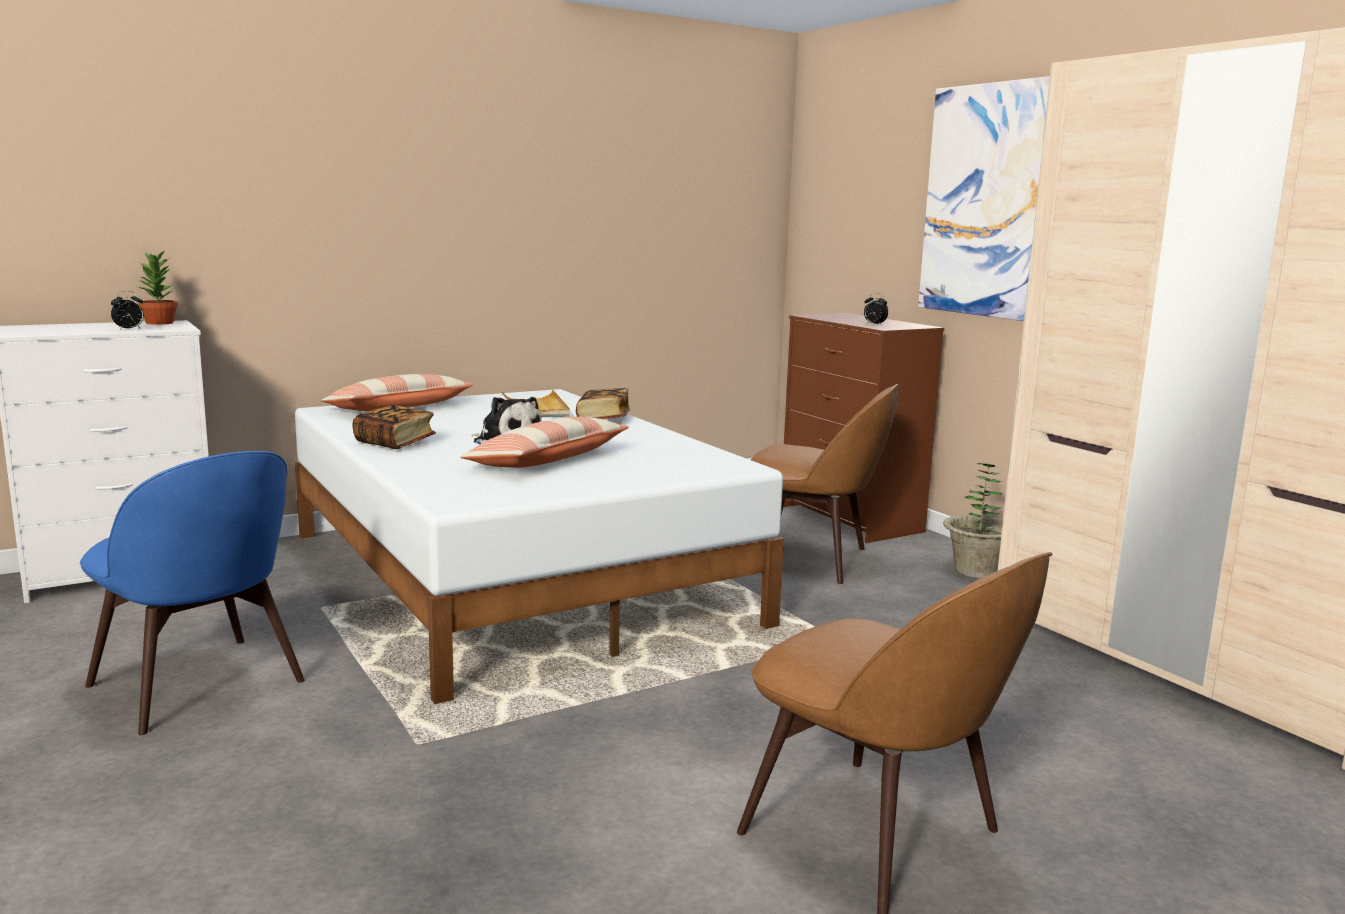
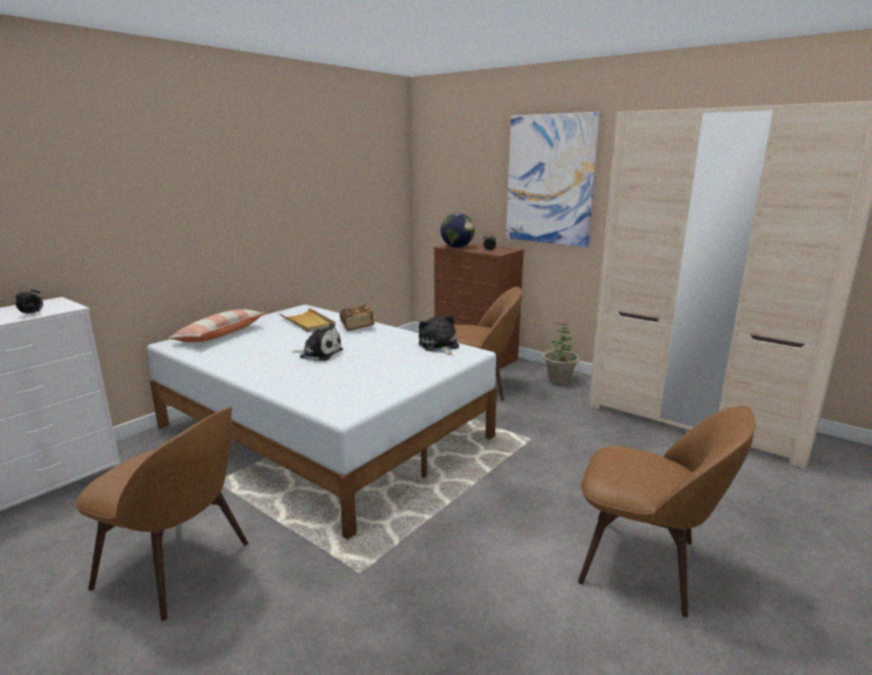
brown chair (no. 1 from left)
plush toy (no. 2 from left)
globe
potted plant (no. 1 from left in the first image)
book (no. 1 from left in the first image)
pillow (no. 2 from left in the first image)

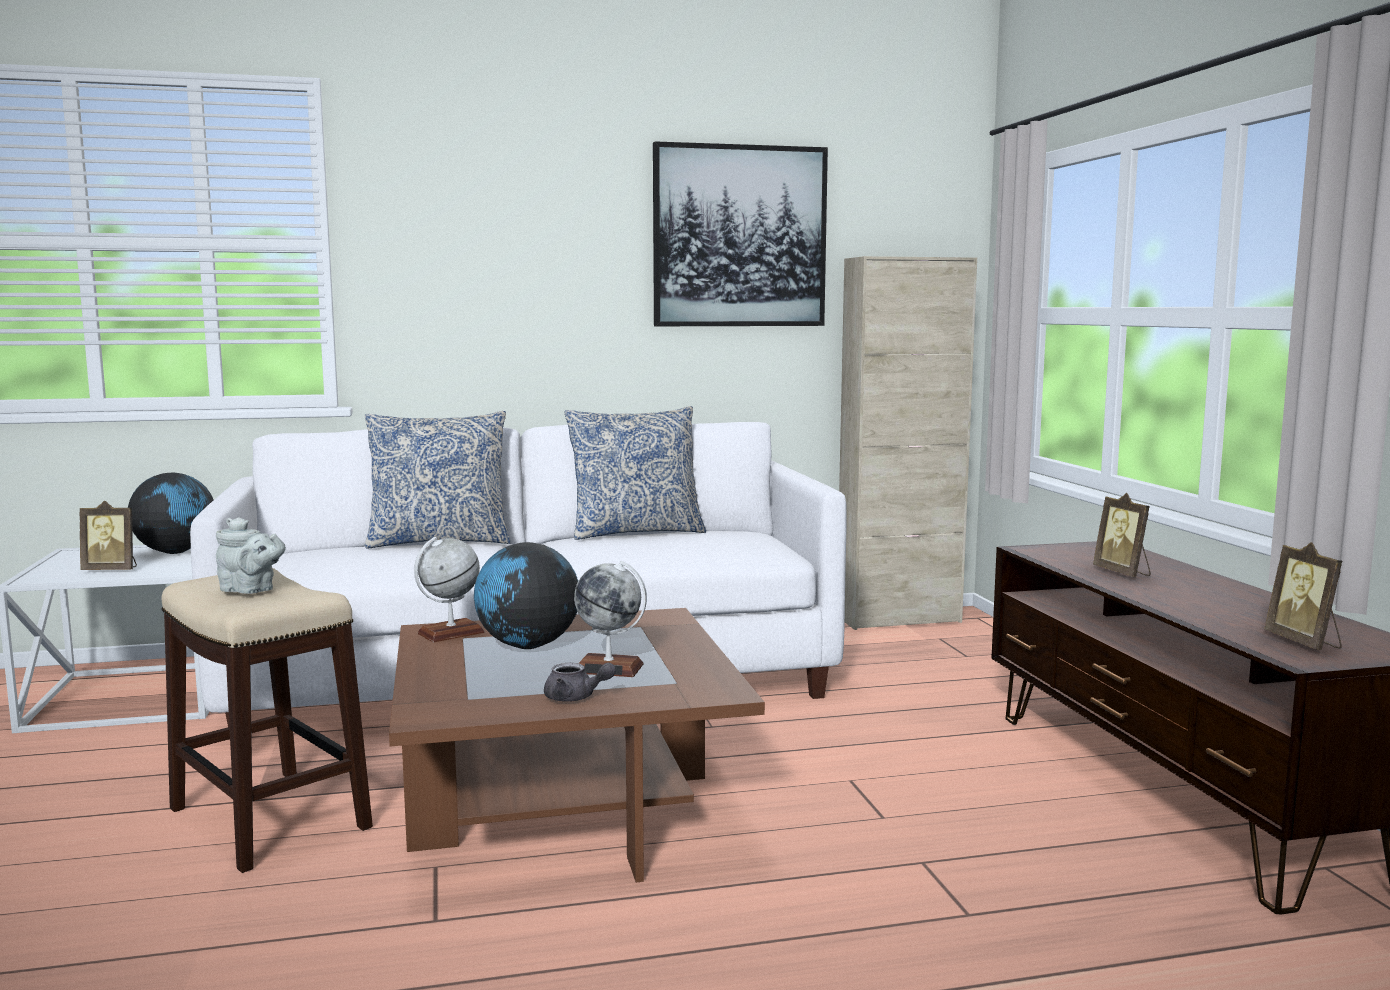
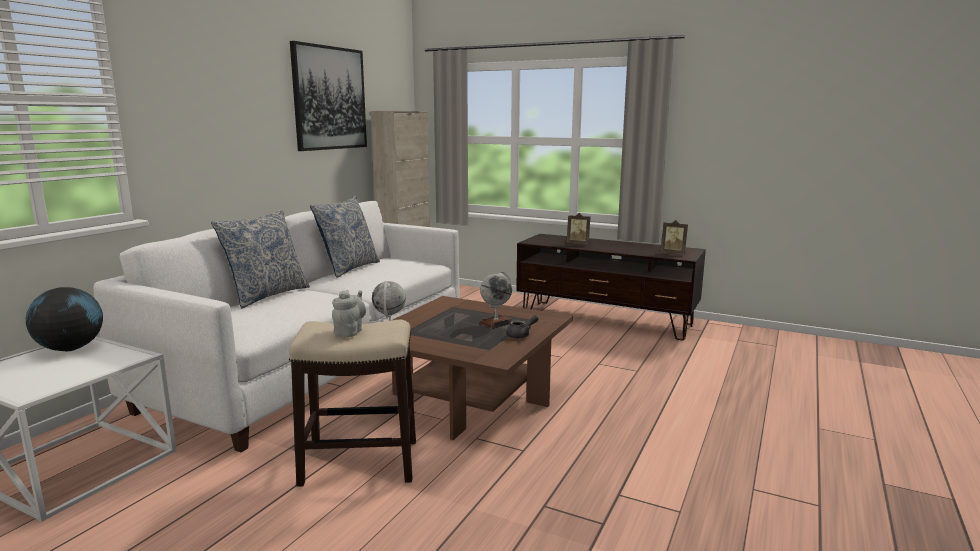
grey teapot (no. 1 from left)
picture frame (no. 1 from left in the first image)
globe (no. 3 from left in the first image)

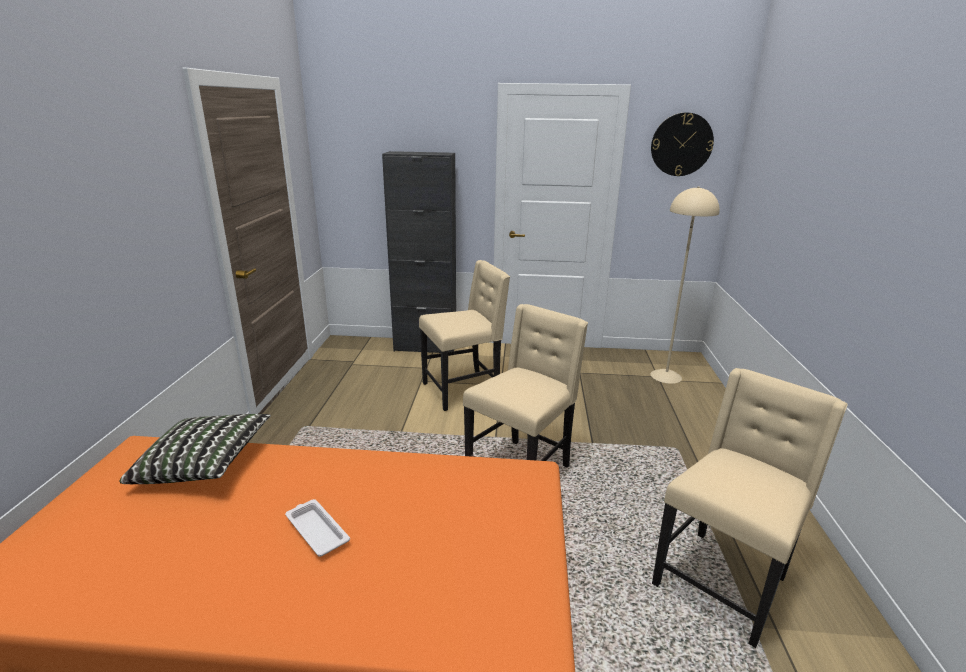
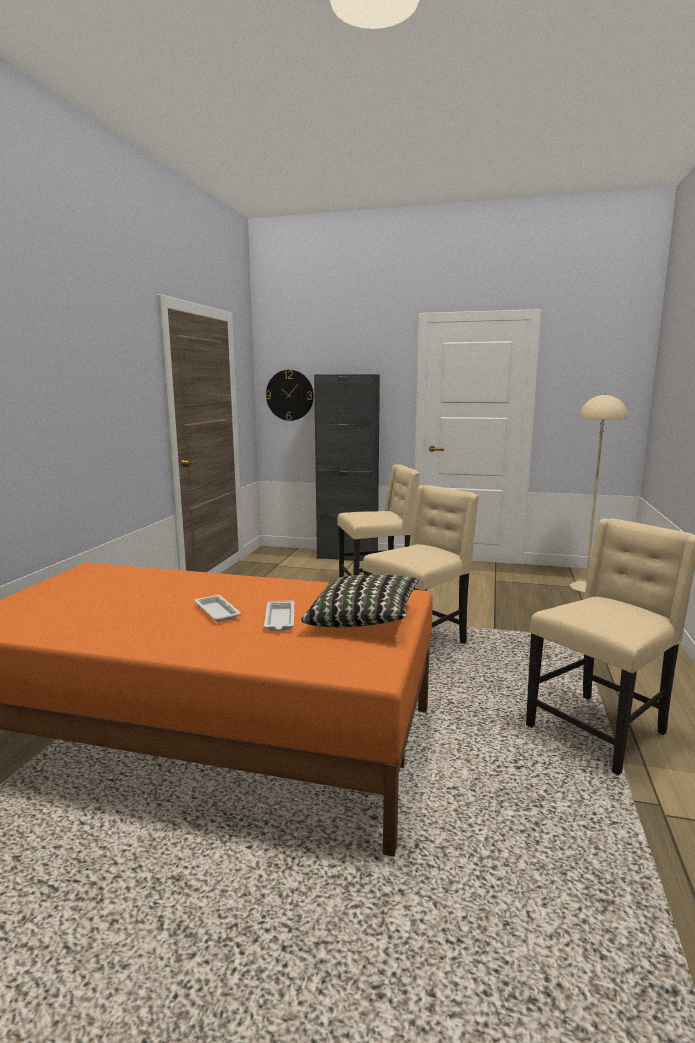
white tray (no. 2 from left)
wall clock
pillow

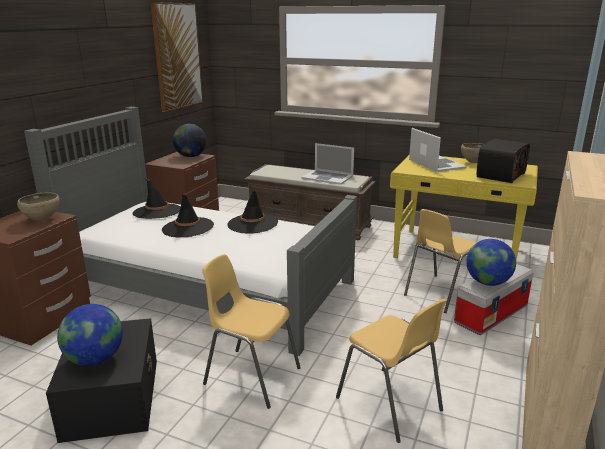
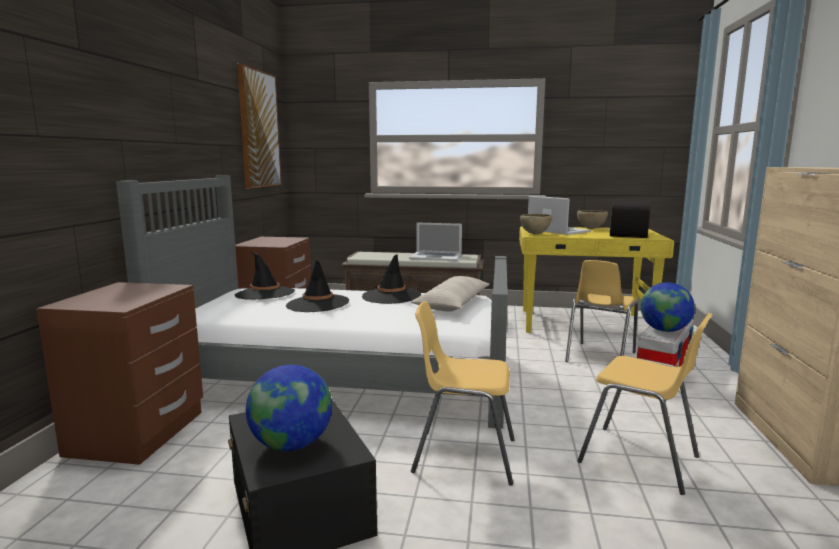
beige pillow
brown bowl (no. 1 from left)
globe (no. 2 from left in the first image)

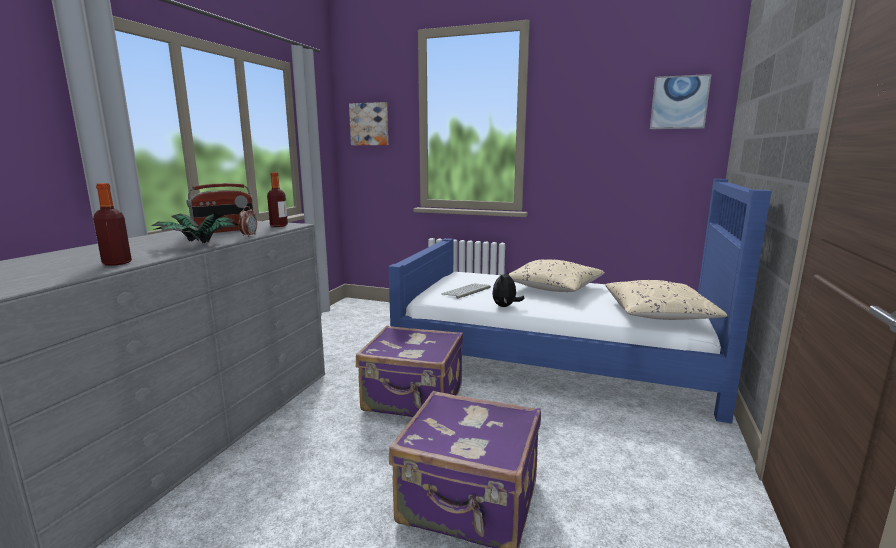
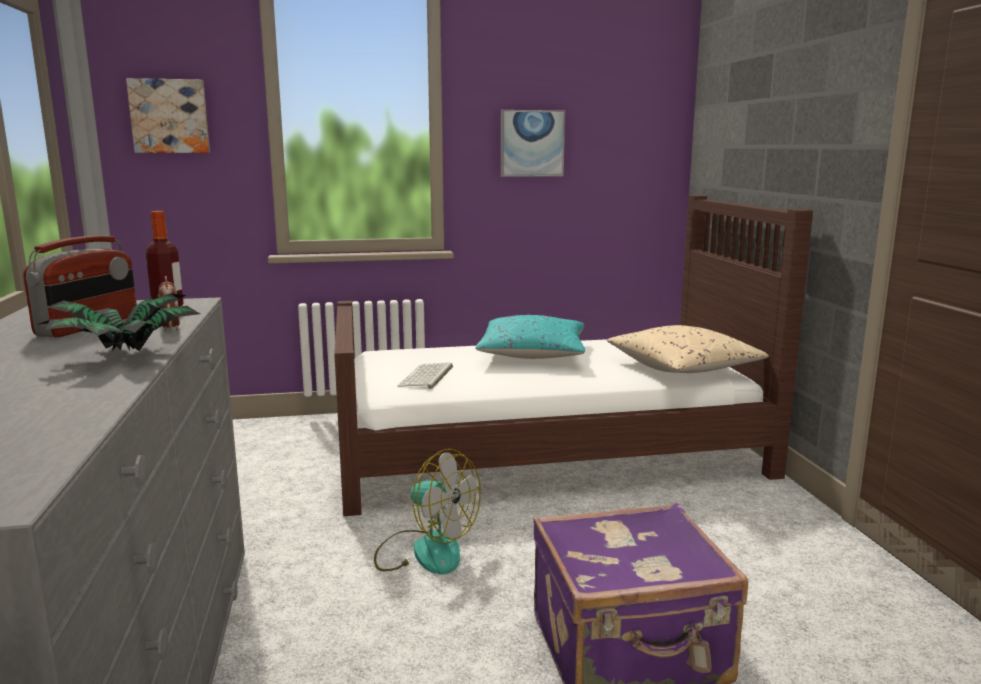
brown bed
fan
turquoise pillow
picture (no. 2 from left)
bottle (no. 1 from left in the first image)
plush toy

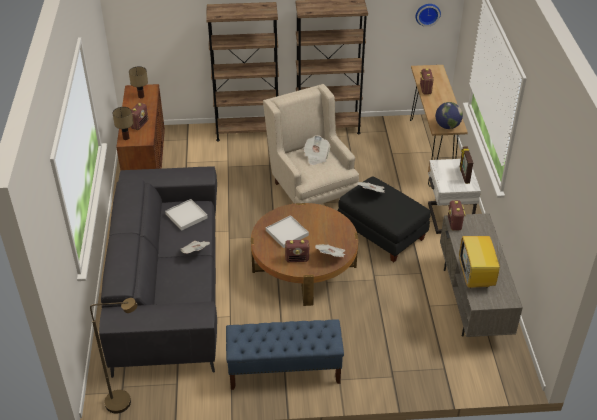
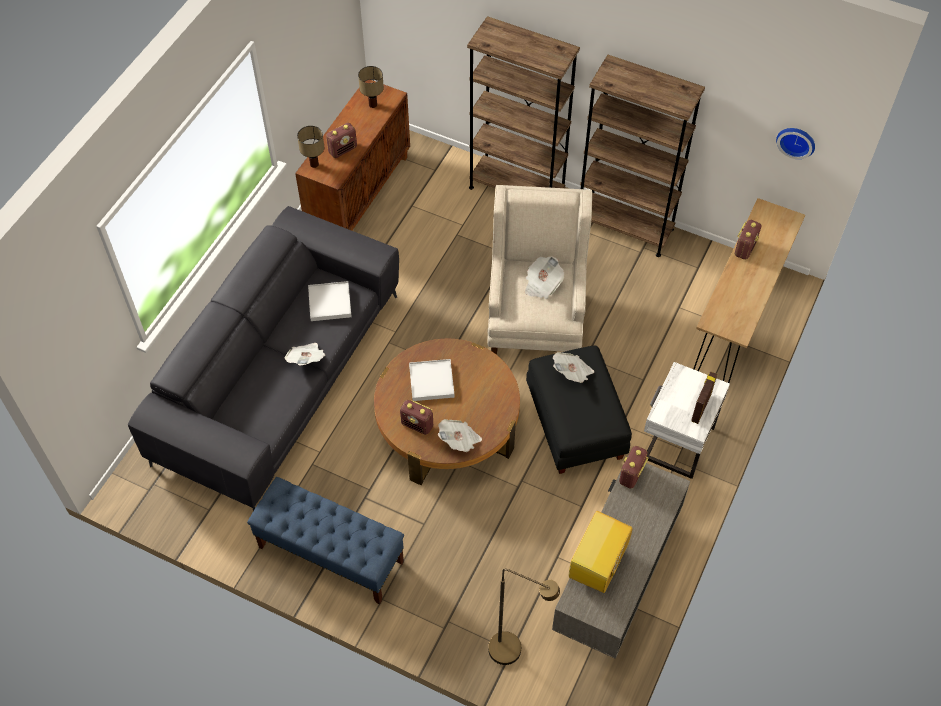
brown floor lamp
globe

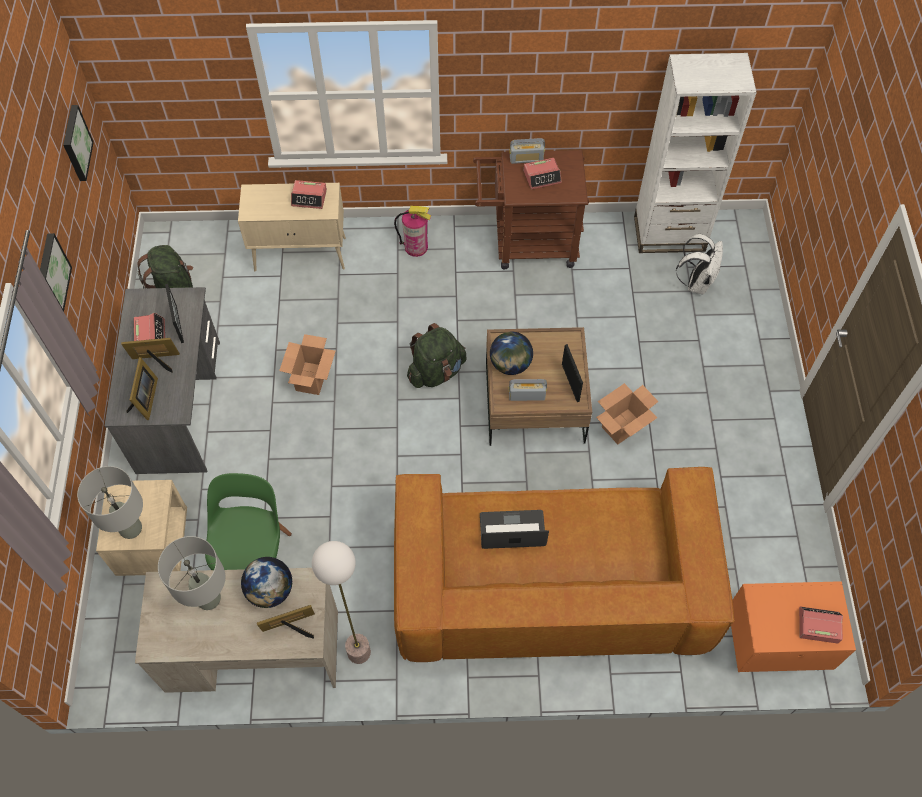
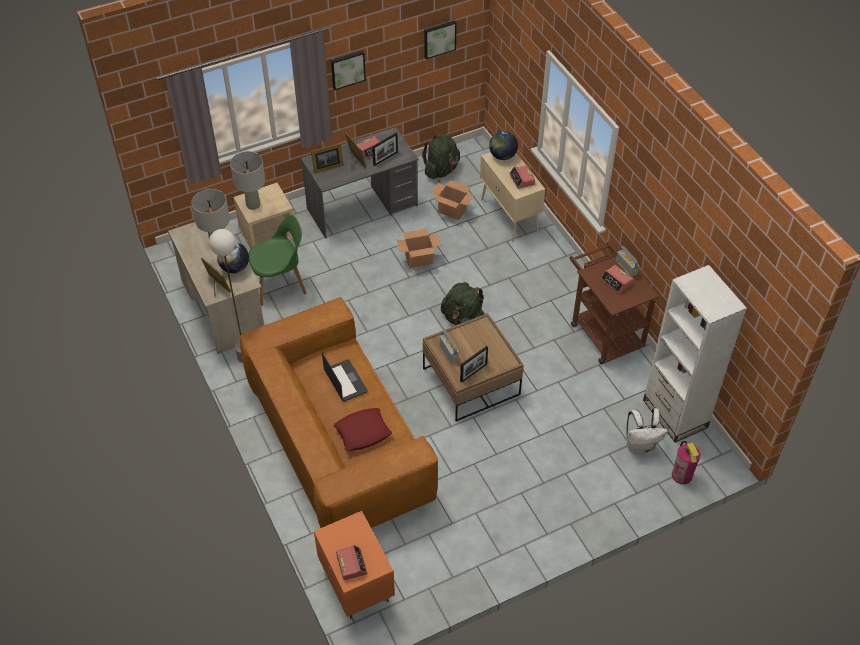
red pillow
cardboard box (no. 2 from left)
globe (no. 2 from left)
fire extinguisher

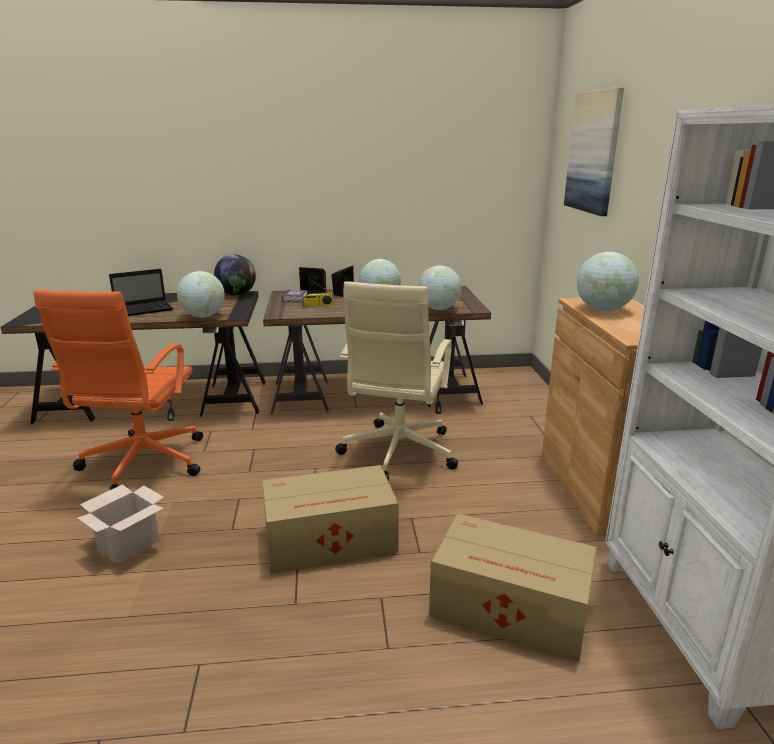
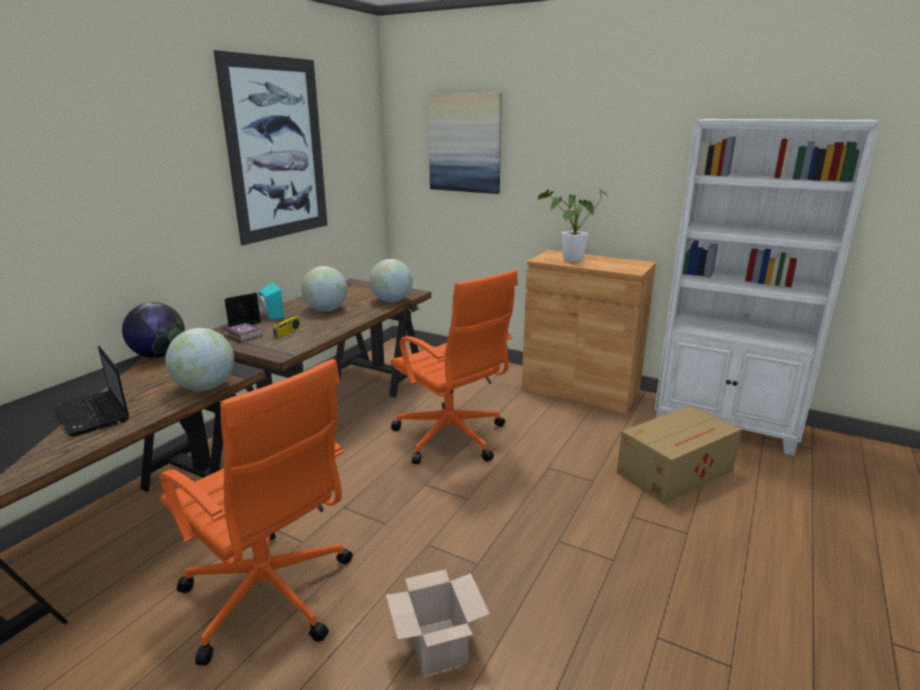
laptop
picture (no. 1 from left)
turquoise speaker
orange office chair (no. 2 from left)
potted plant
cardboard box (no. 2 from left in the first image)

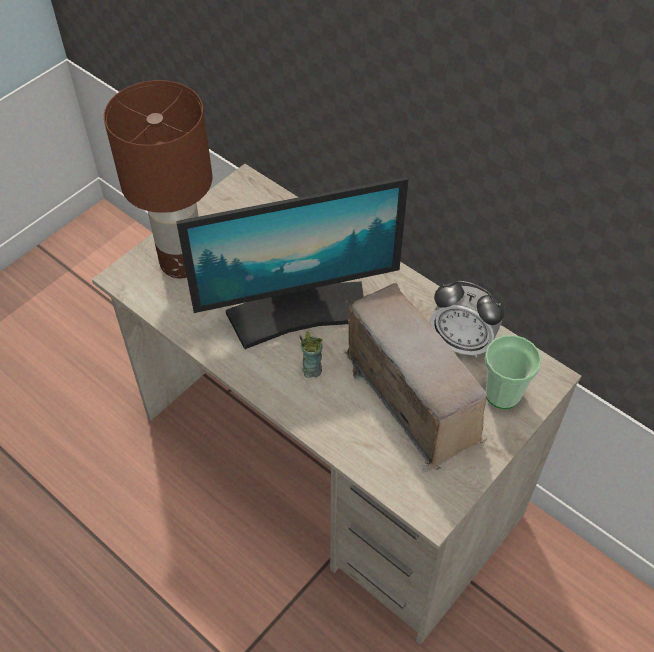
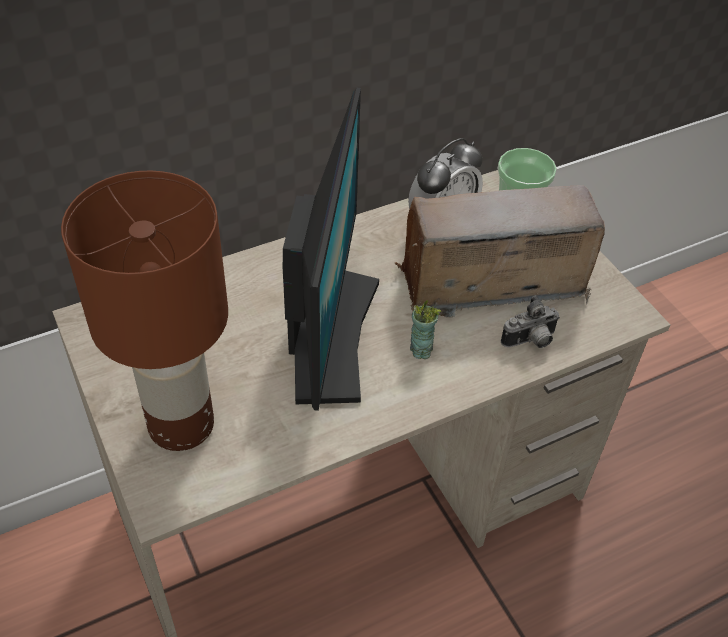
photo camera

